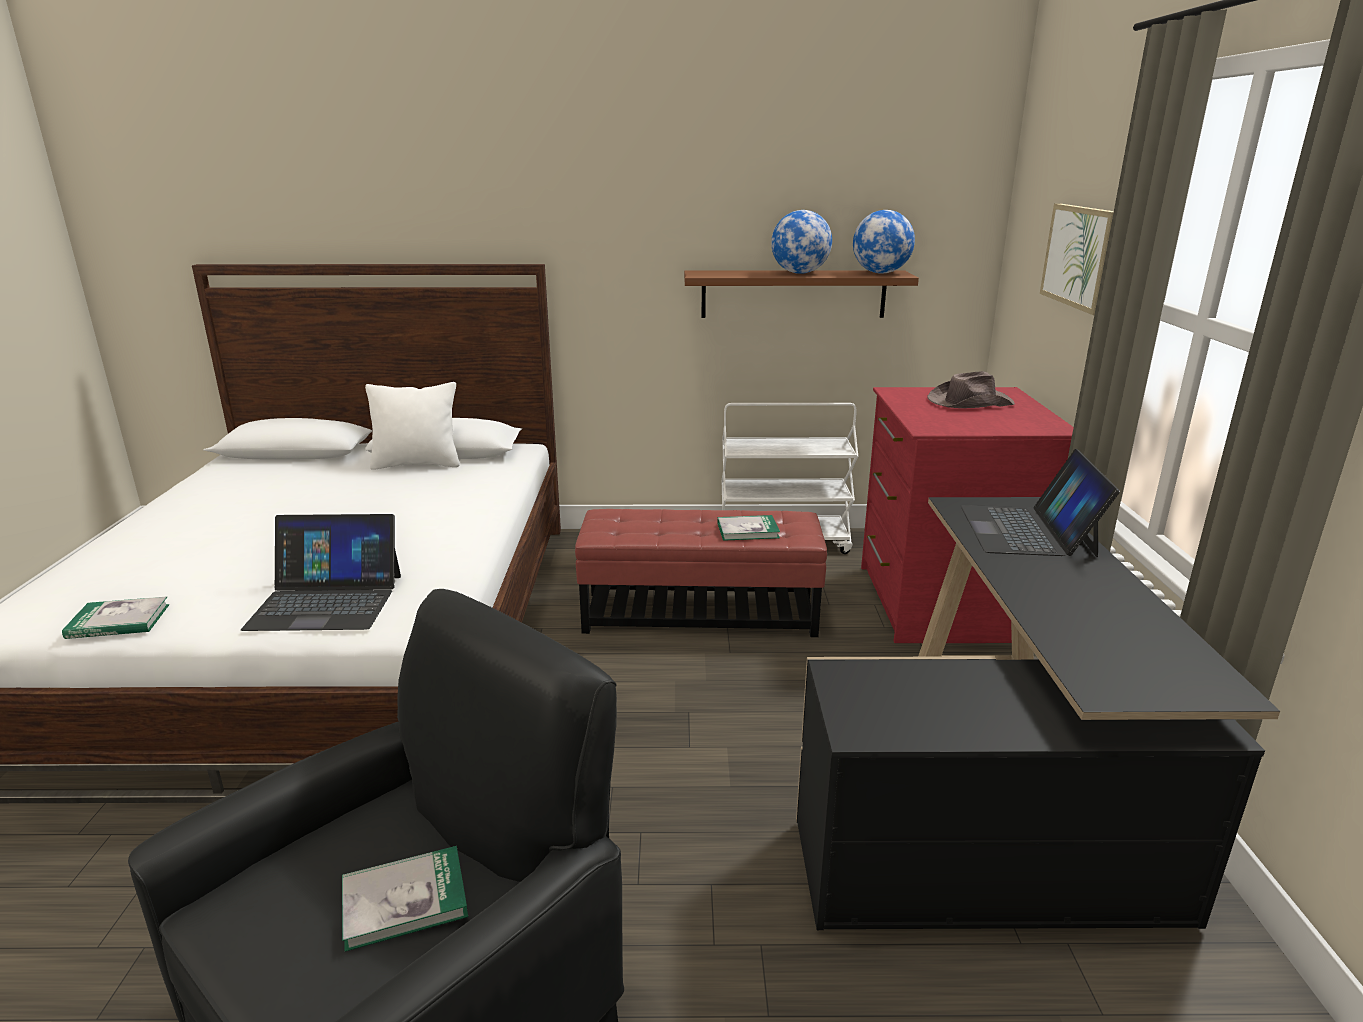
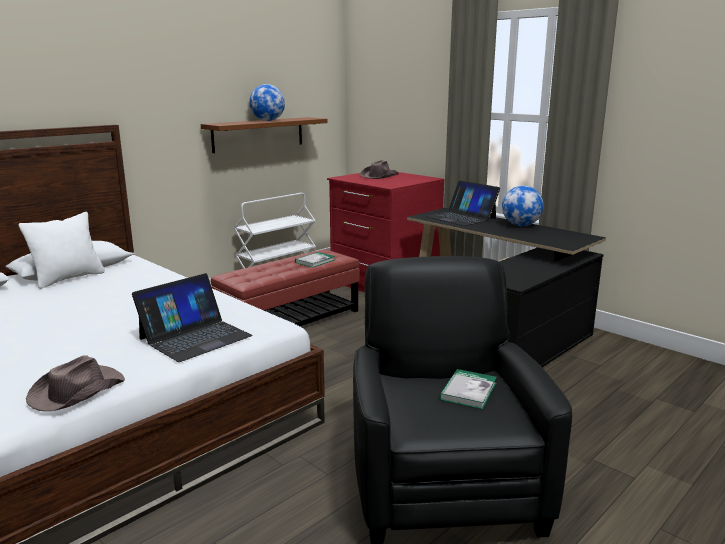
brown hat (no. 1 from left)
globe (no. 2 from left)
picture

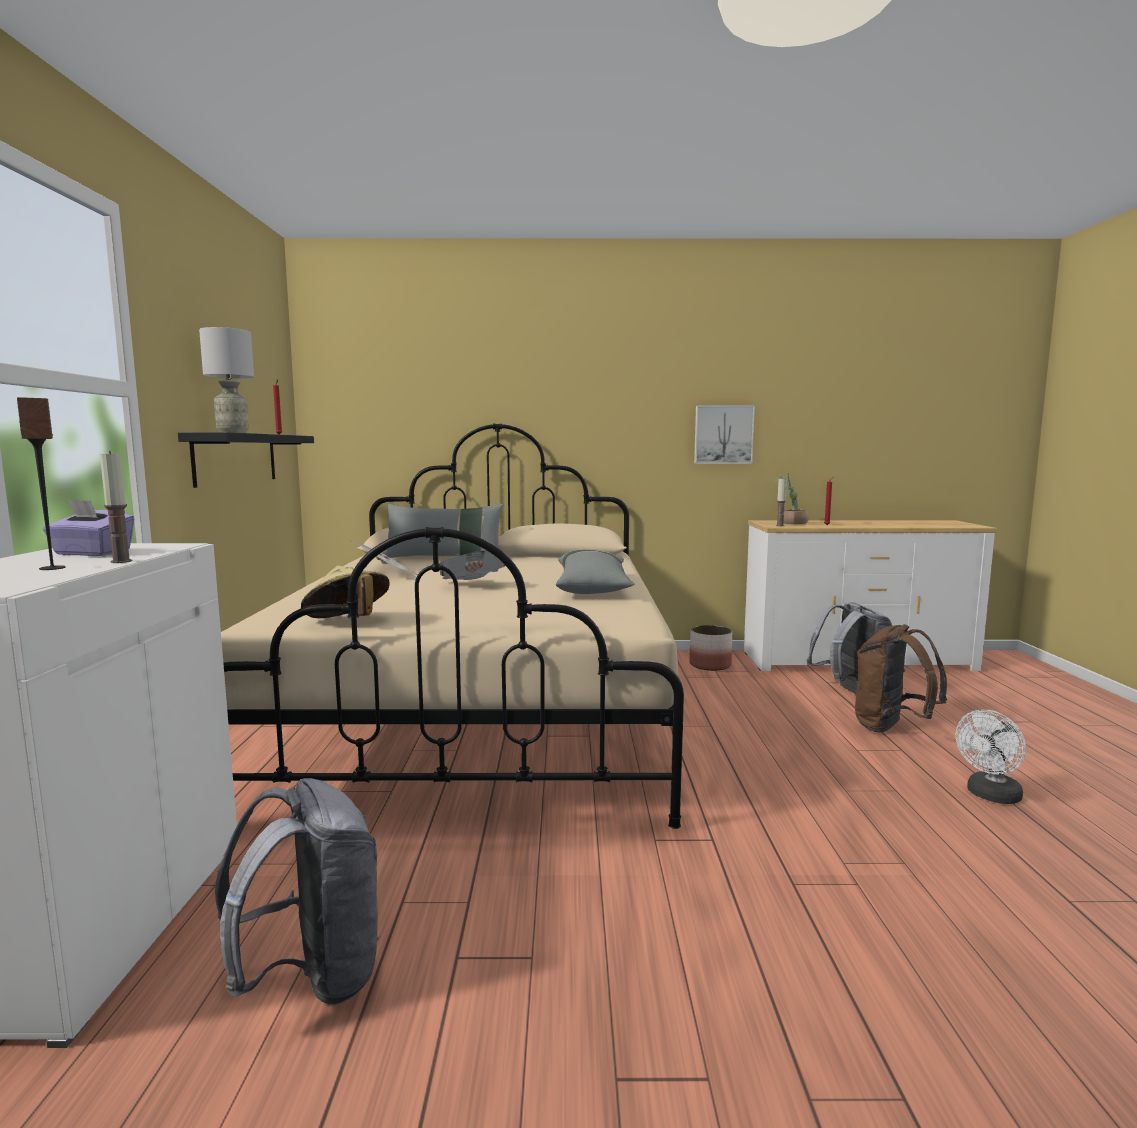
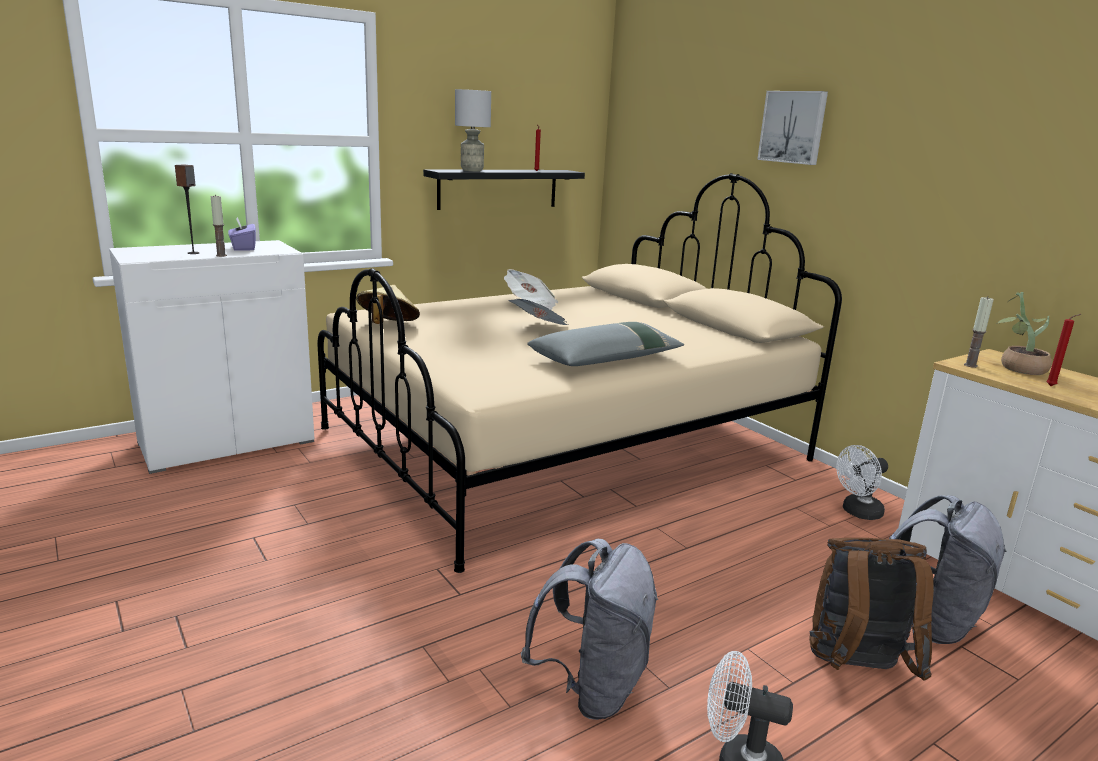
grey backpack (no. 1 from left)
picture
white fan (no. 2 from left)
grey pillow (no. 1 from left in the first image)

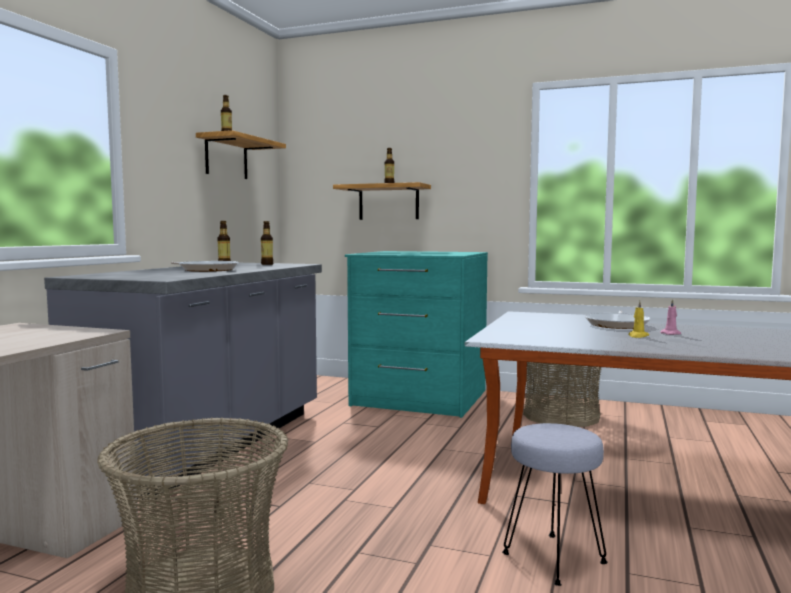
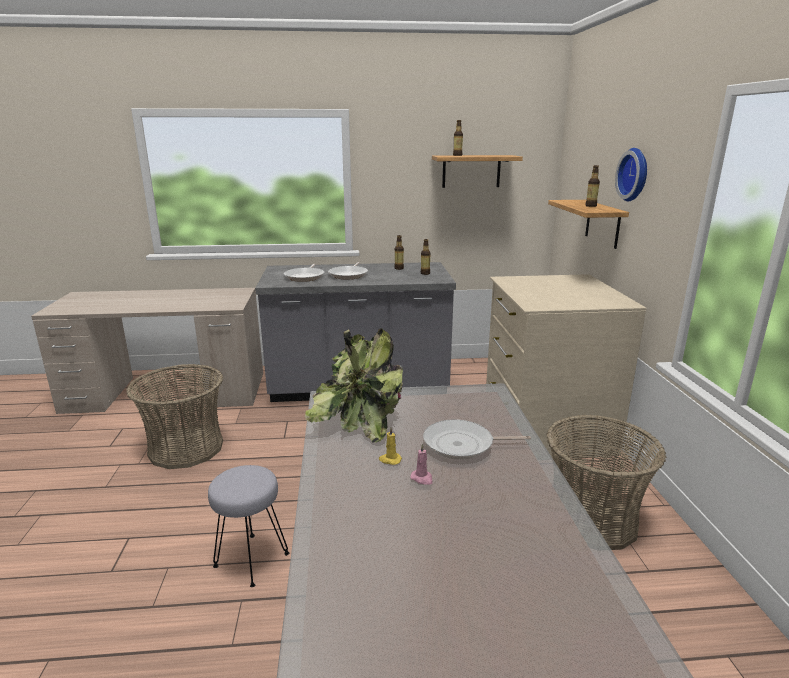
frying pan (no. 1 from left)
potted plant
beige dresser
wall clock

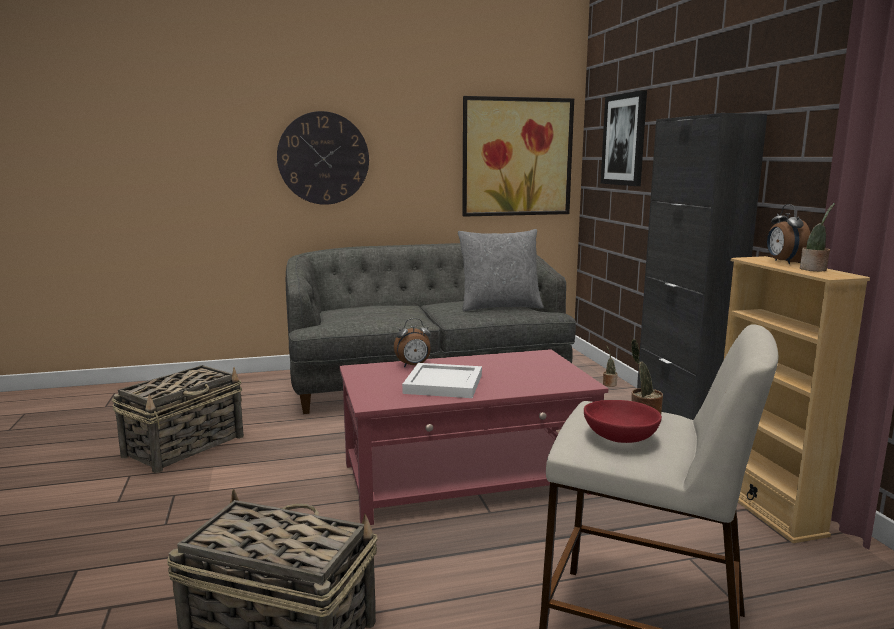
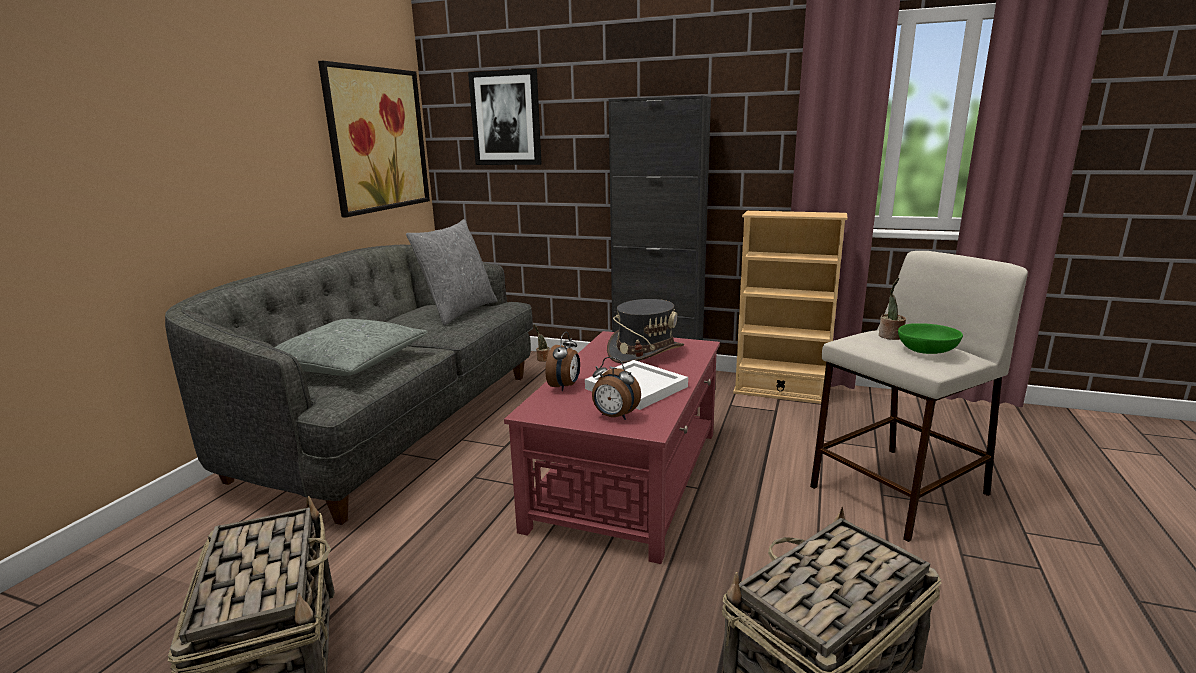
grey pillow (no. 1 from left)
alarm clock (no. 2 from left)
grey hat
green bowl
wall clock
potted plant (no. 3 from left in the first image)

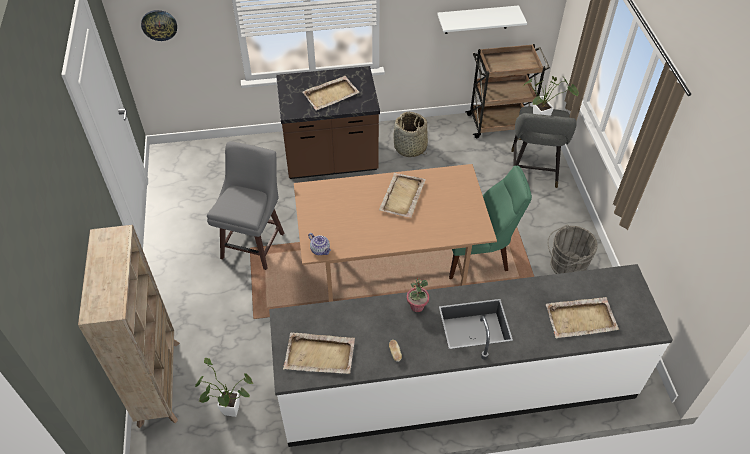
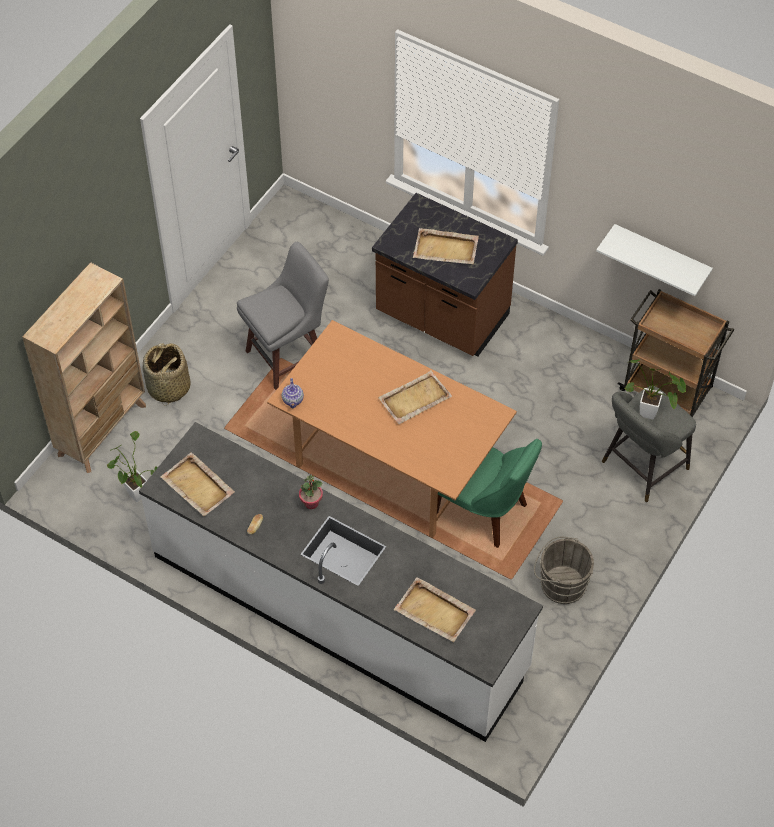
basket
wall clock

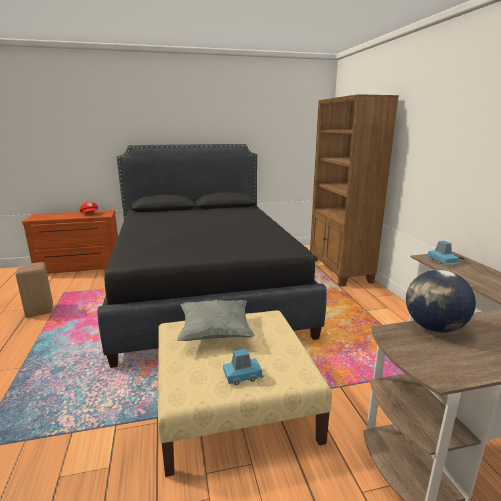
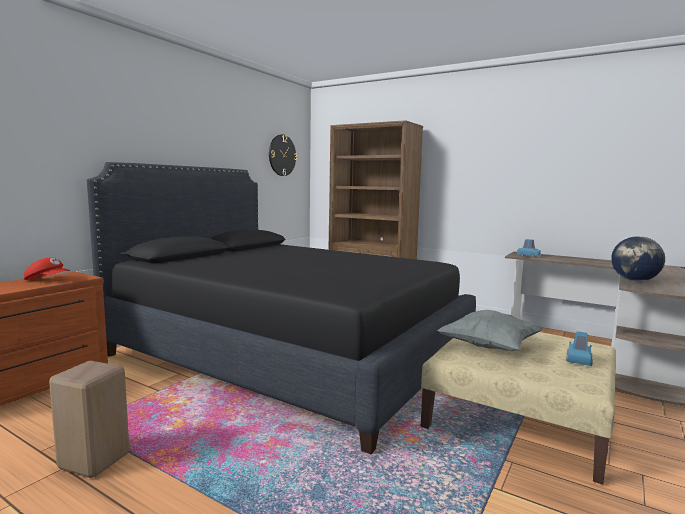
wall clock

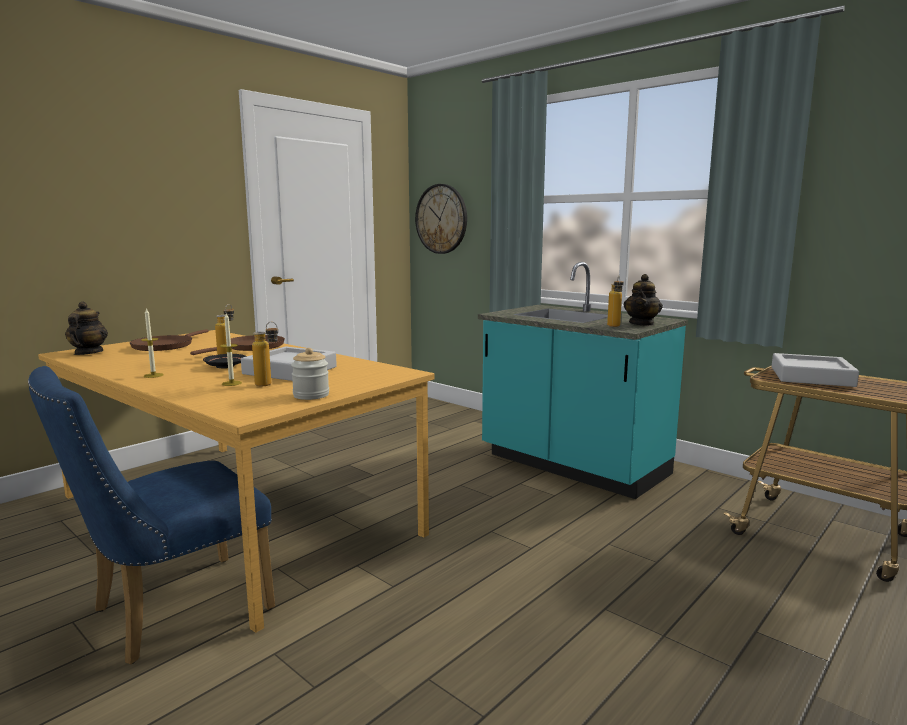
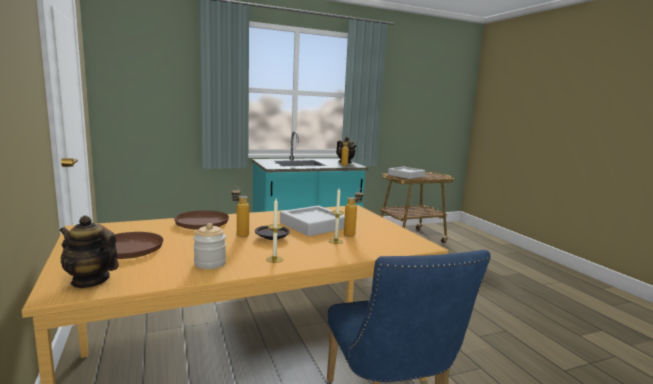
jar
wall clock

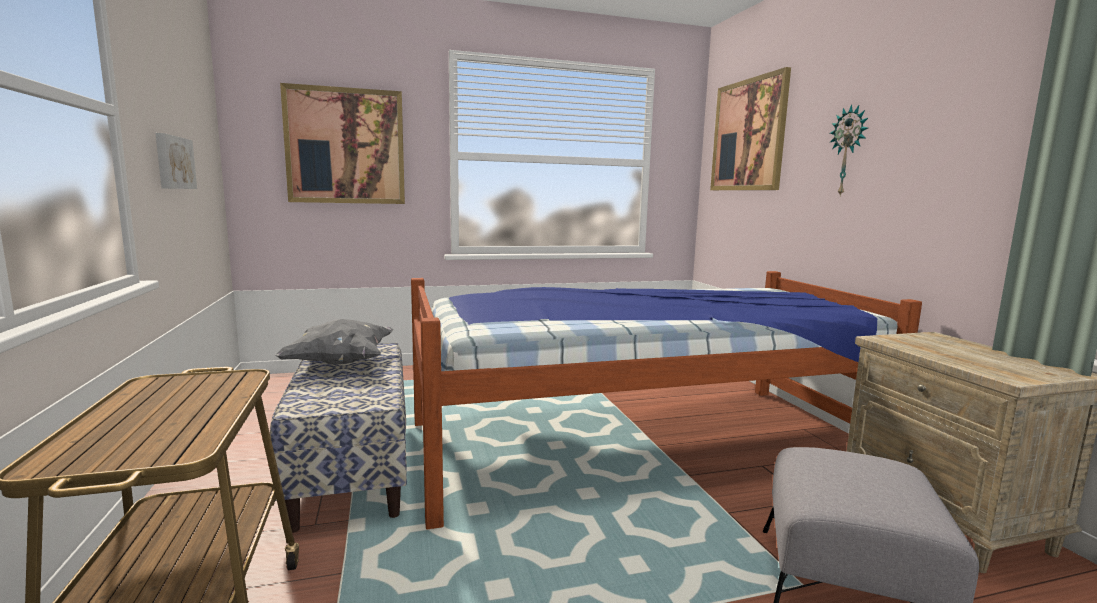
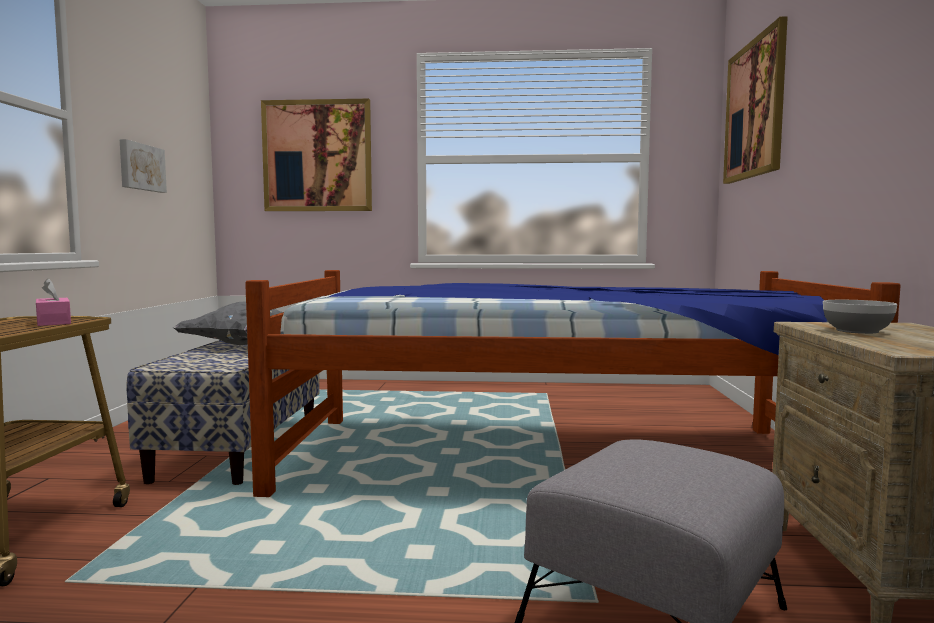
pink tissue box
bowl
wall clock

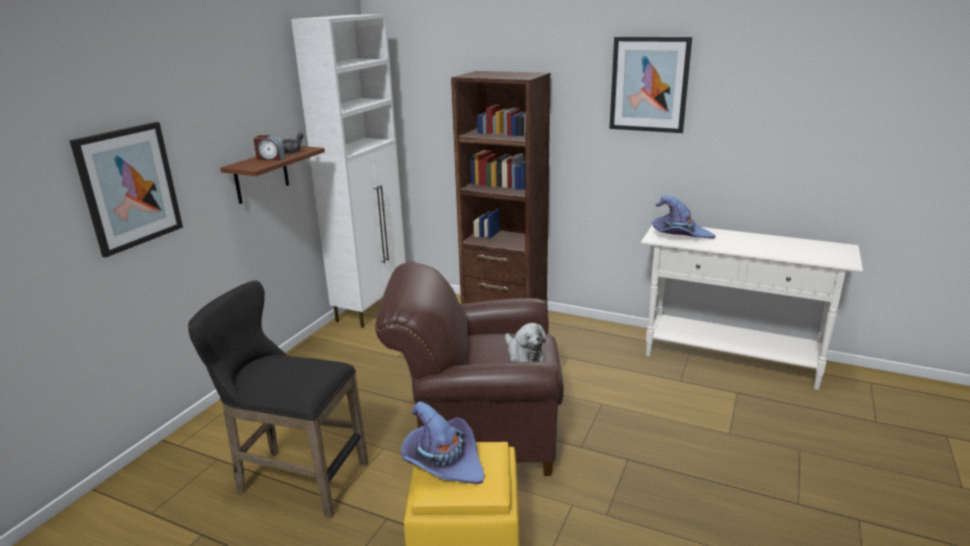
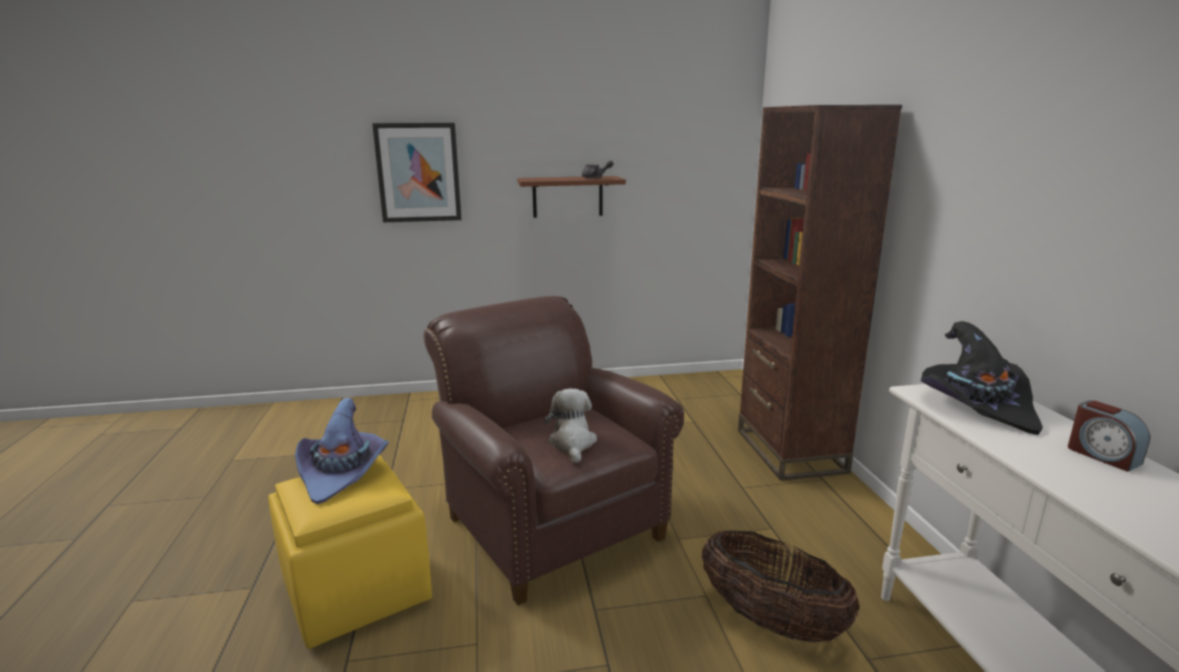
plush toy
basket
black hat
alarm clock
black stool
white cabinet
picture (no. 2 from left in the first image)

